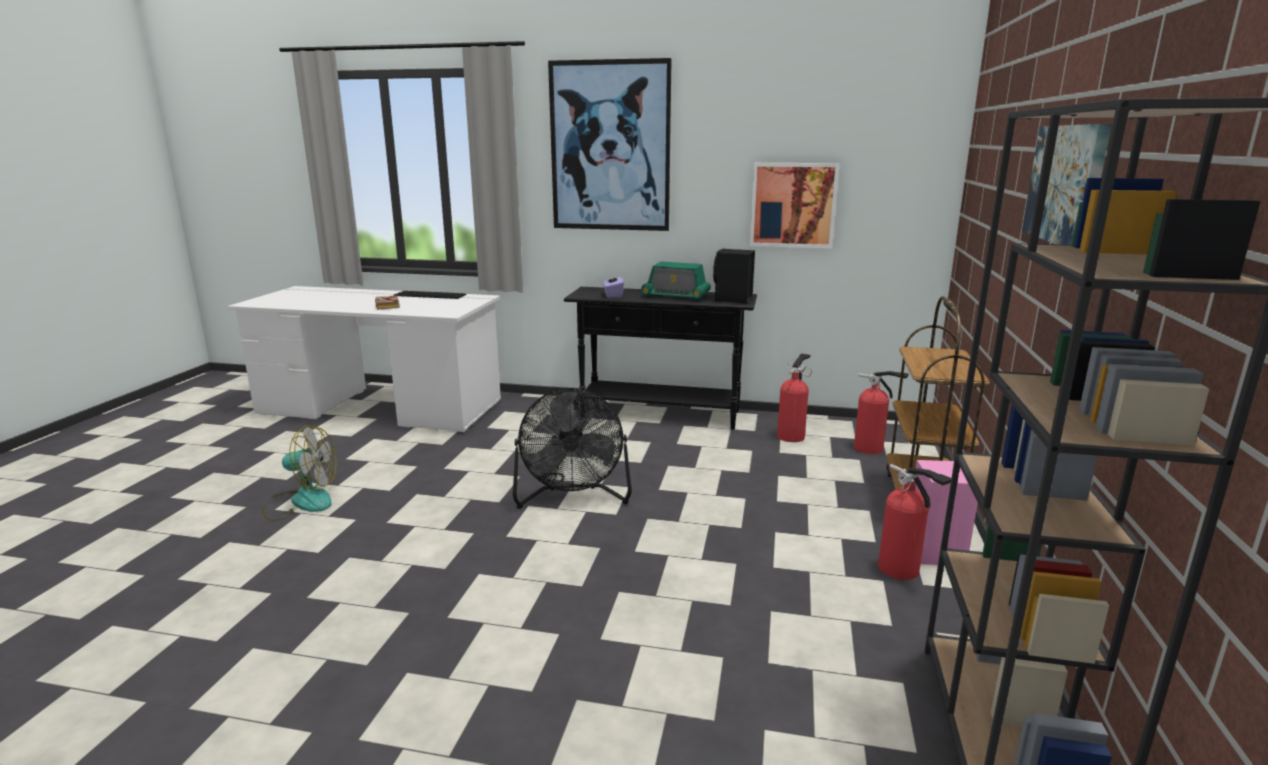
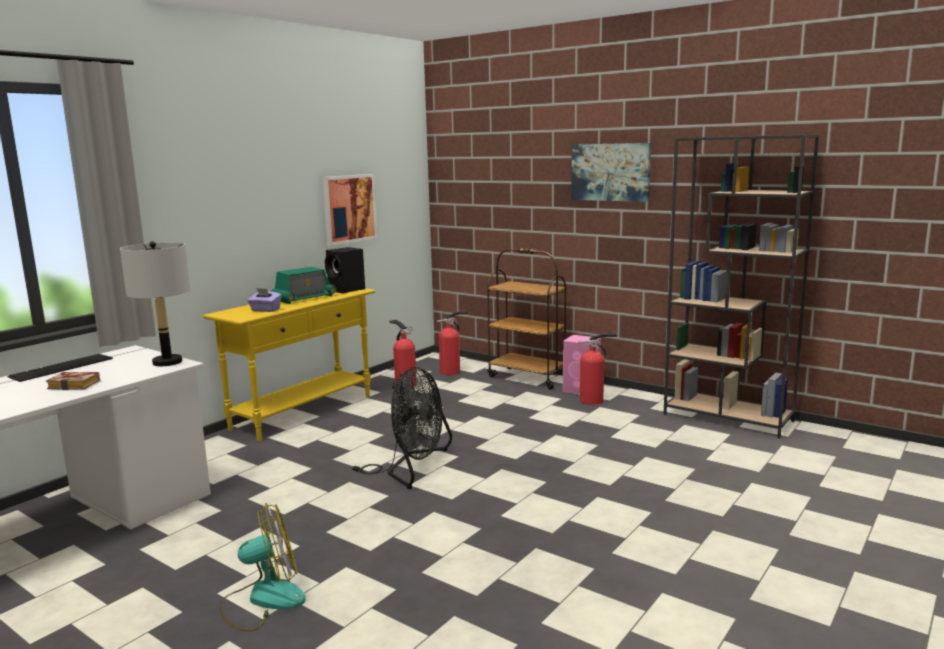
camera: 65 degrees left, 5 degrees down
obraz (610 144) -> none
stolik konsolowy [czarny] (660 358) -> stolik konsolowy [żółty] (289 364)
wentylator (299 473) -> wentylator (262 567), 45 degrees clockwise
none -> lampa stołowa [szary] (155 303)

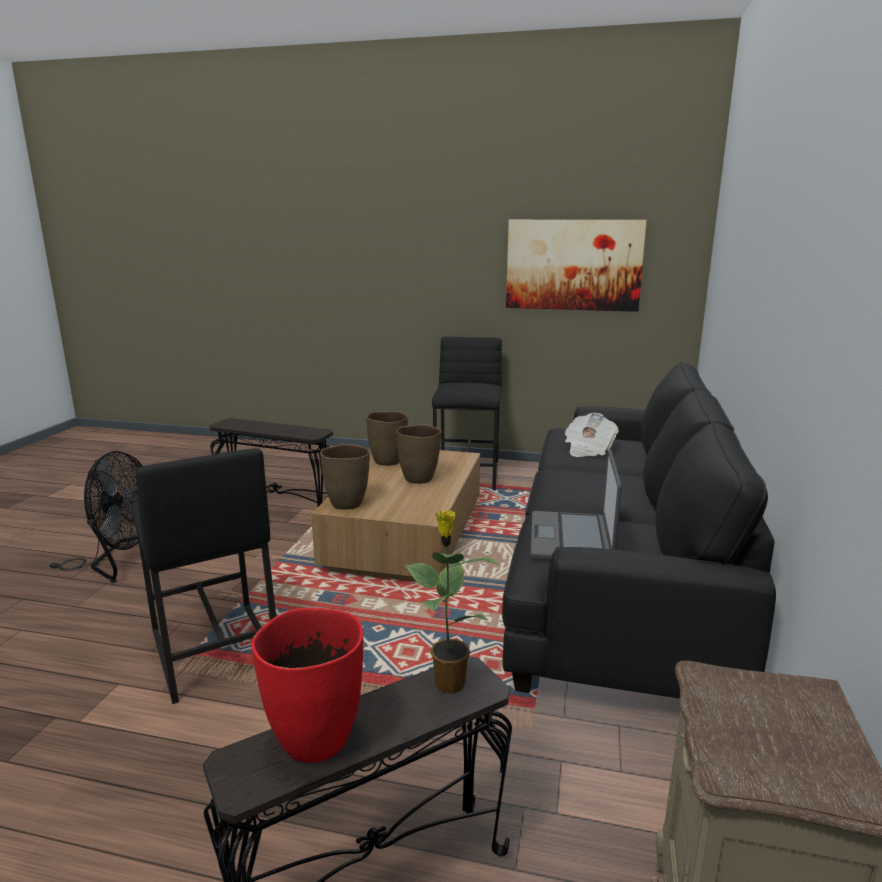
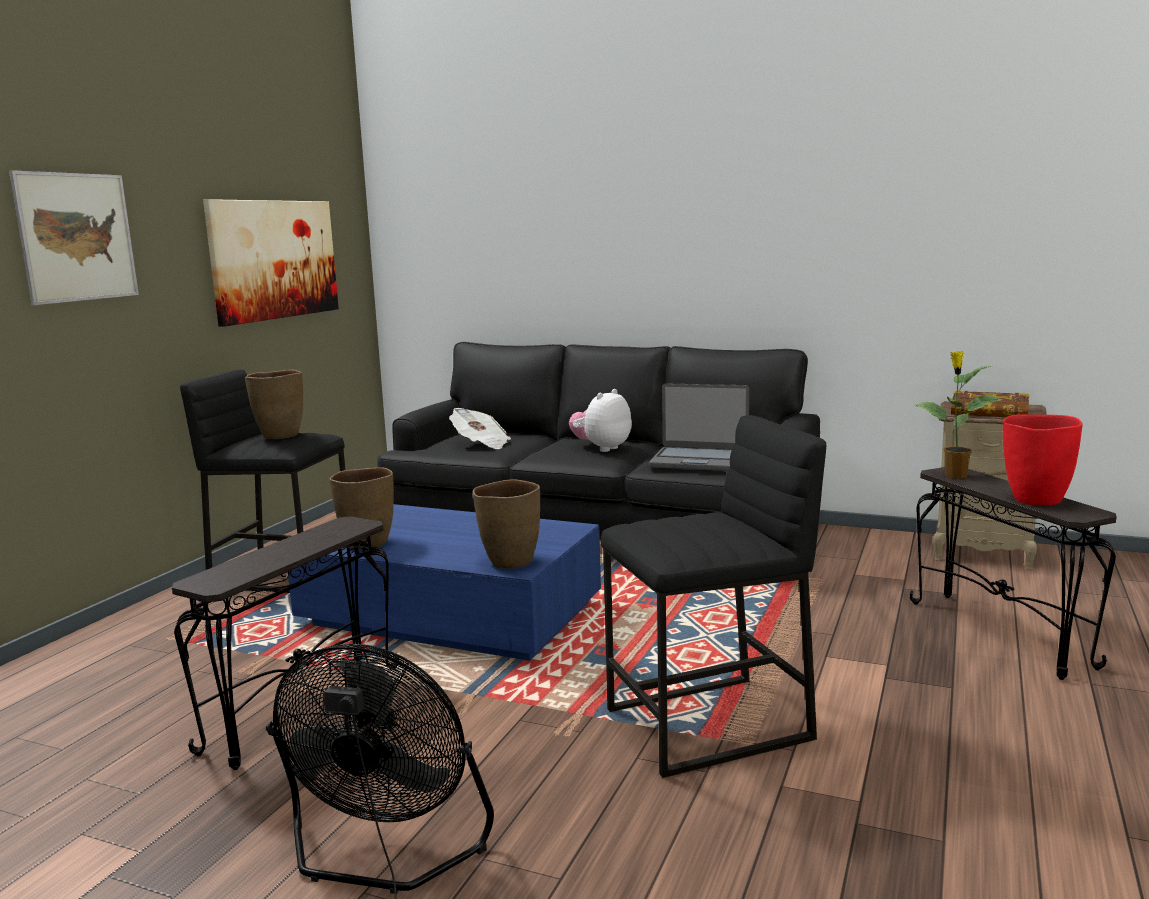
camera: 80 degrees left, 5 degrees down
wazon [brązowy] (419 454) -> wazon [brązowy] (274 404), move
ława [brązowy] (395 516) -> ława [niebieski] (444 582)
none -> obraz (74 237)
none -> pluszak (600 420)
none -> książka (990 404)

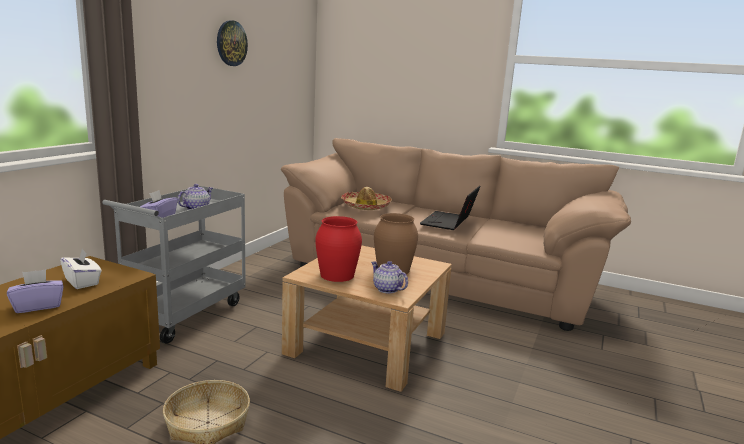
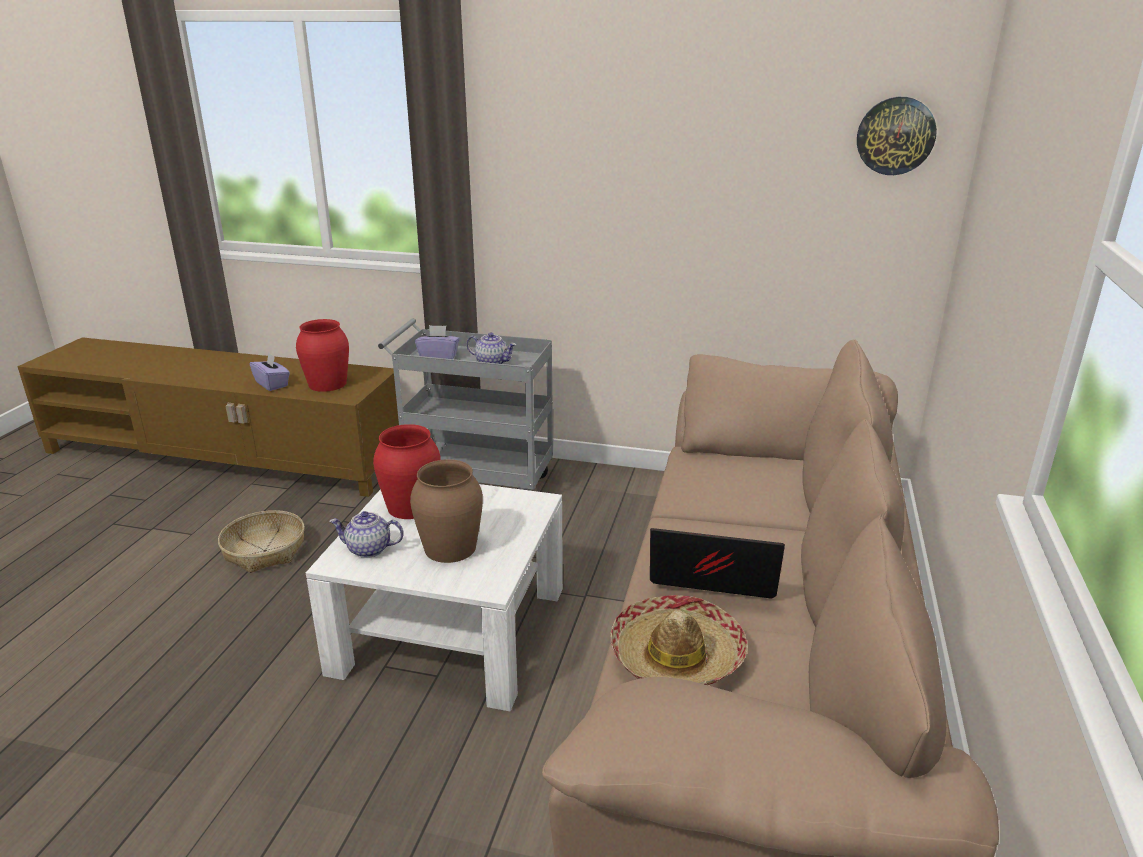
camera: 80 degrees right, 10 degrees up
zegar ścienny (232 43) -> zegar ścienny (897 136), move
kapelusz (366 198) -> kapelusz (679 640), move
ława [brązowy] (367 318) -> ława [biały] (434 597)
pudełko chusteczek [biały] (81 269) -> wazon [czerwony] (322 355)
imbryk (389 277) -> imbryk (367 534), 120 degrees counterclockwise

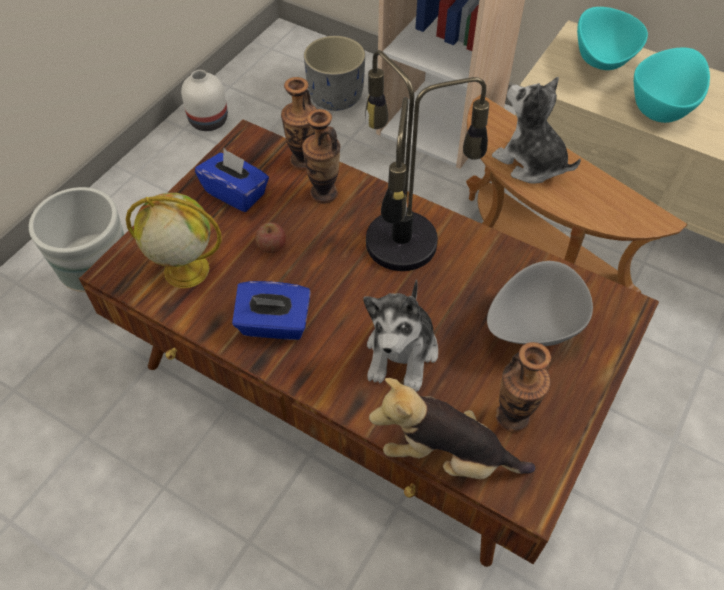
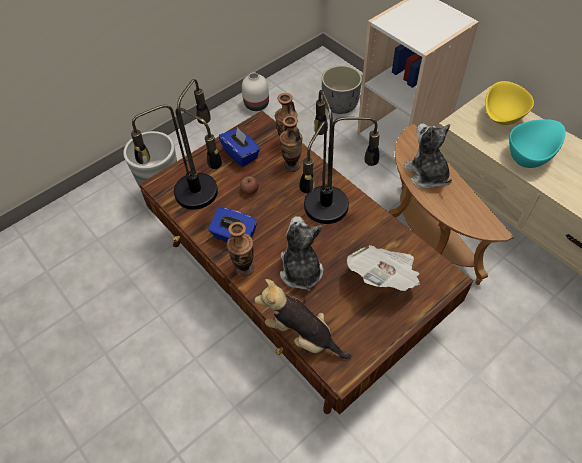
camera: 20 degrees right, 0 degrees up
miska [turkusowy] (612 38) -> miska [żółty] (509 103)
globus (173 240) -> lampa stołowa (176 144)
miska [szary] (540 303) -> gazeta (383 268)
pluszak (400 335) -> pluszak (301 253), 135 degrees clockwise
wazon (523 387) -> wazon (240 249), move

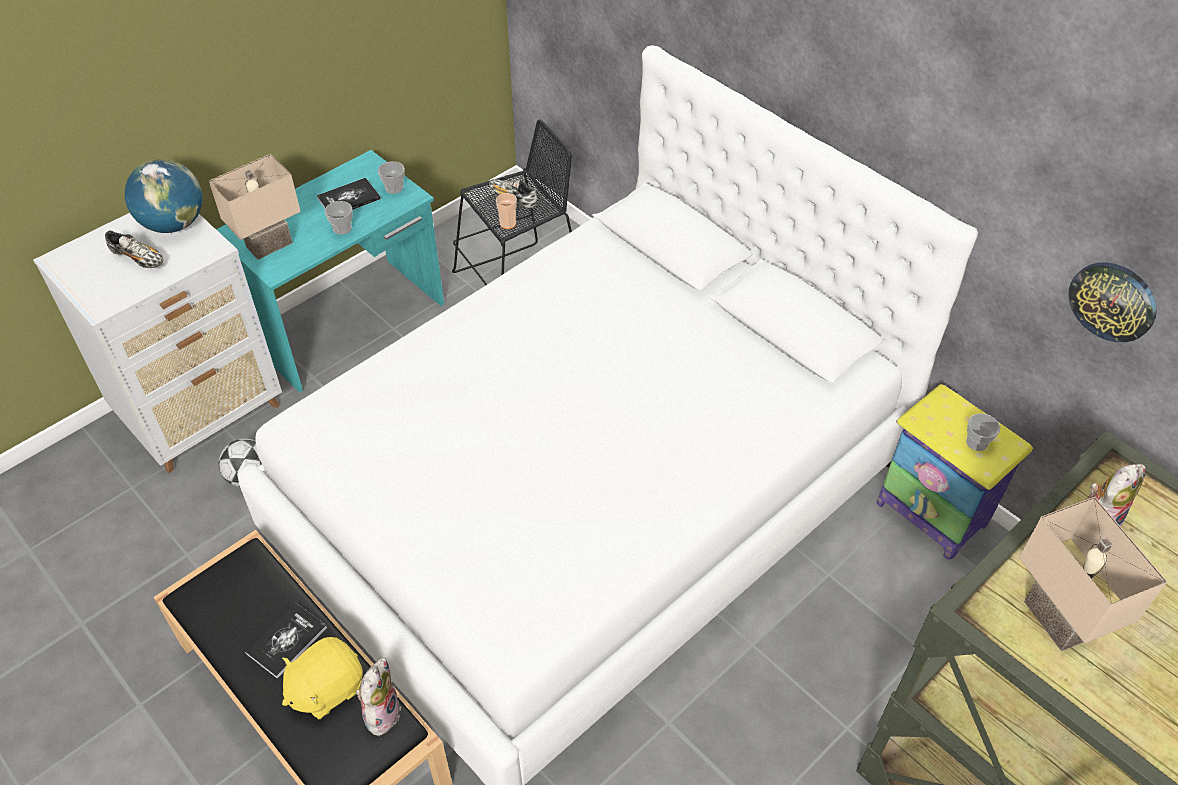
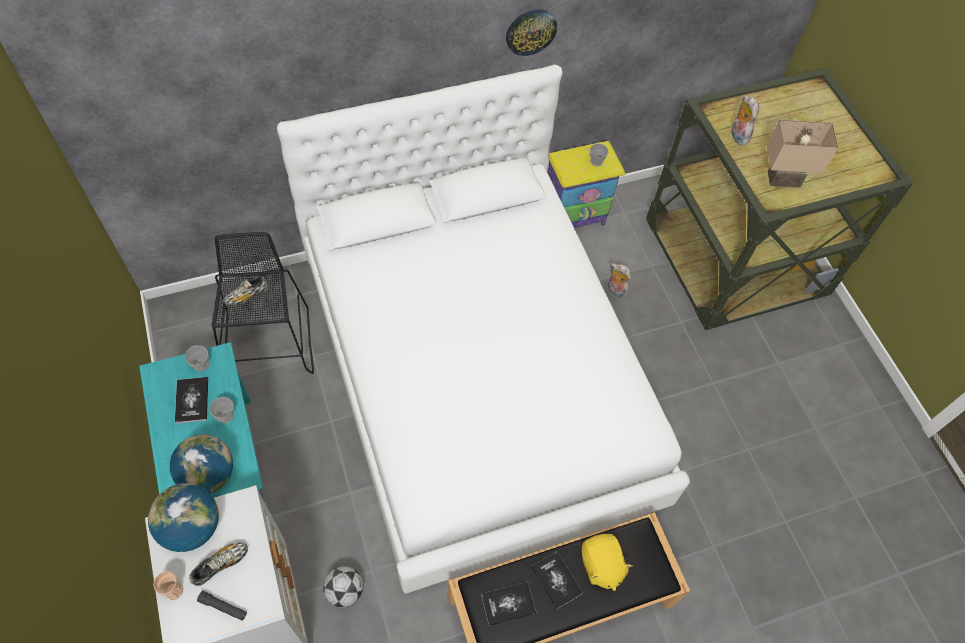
camera: 70 degrees left, 10 degrees up
lampa stołowa [beżowy] (255 207) -> globus (201 464)
filiżanka (506 211) -> filiżanka (168 585), move
zegar ścienny (1112 302) -> zegar ścienny (531 32), move
pluszak (378 697) -> pluszak (619 280), move
none -> książka (508 604)
none -> latarka [czarny] (222 606)

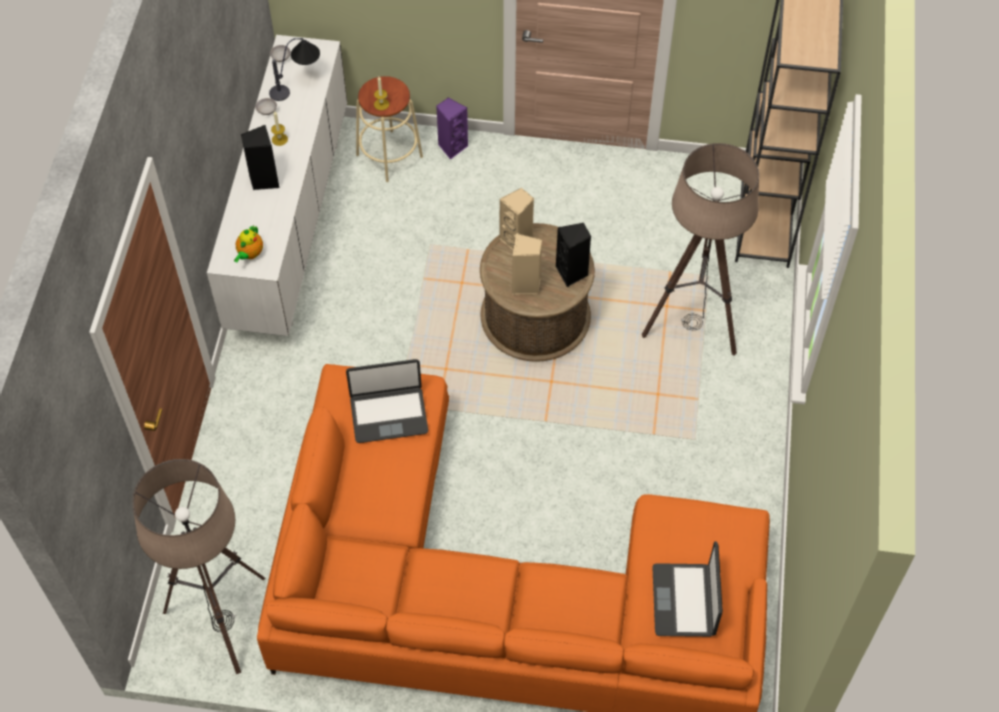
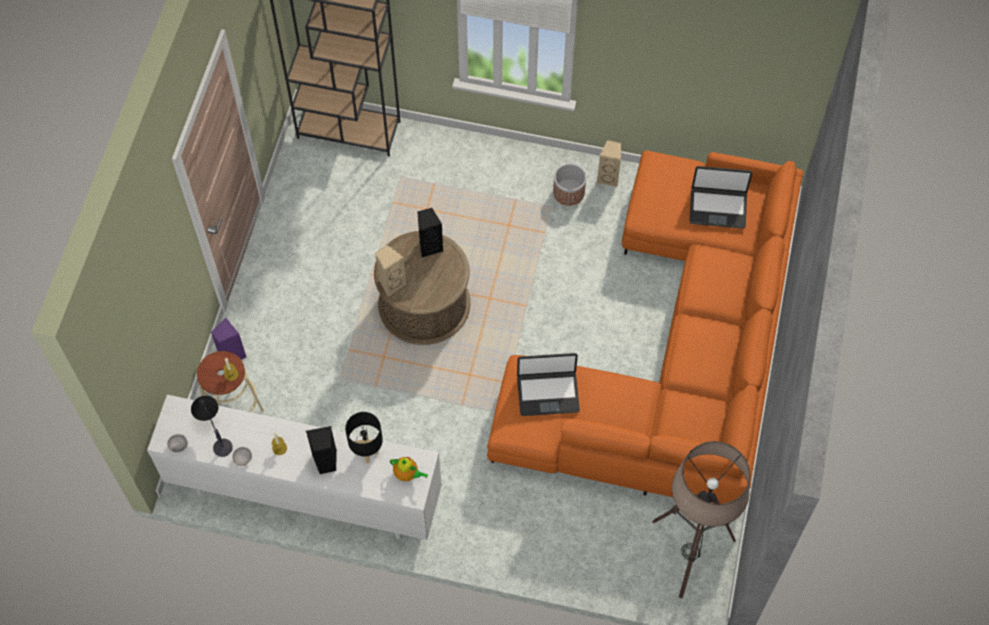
camera: 85 degrees left, 5 degrees up
lampa stojąca (700 249) -> none
głośnik [beżowy] (527 264) -> głośnik [beżowy] (609 163), move
laptop (387 401) -> laptop (548 384), 90 degrees clockwise
none -> donica (569 185)
none -> lampa stołowa [czarny] (364 437)

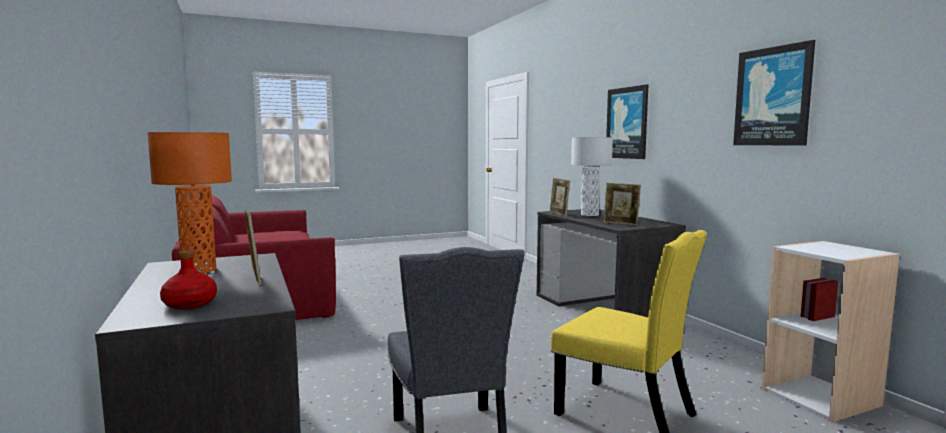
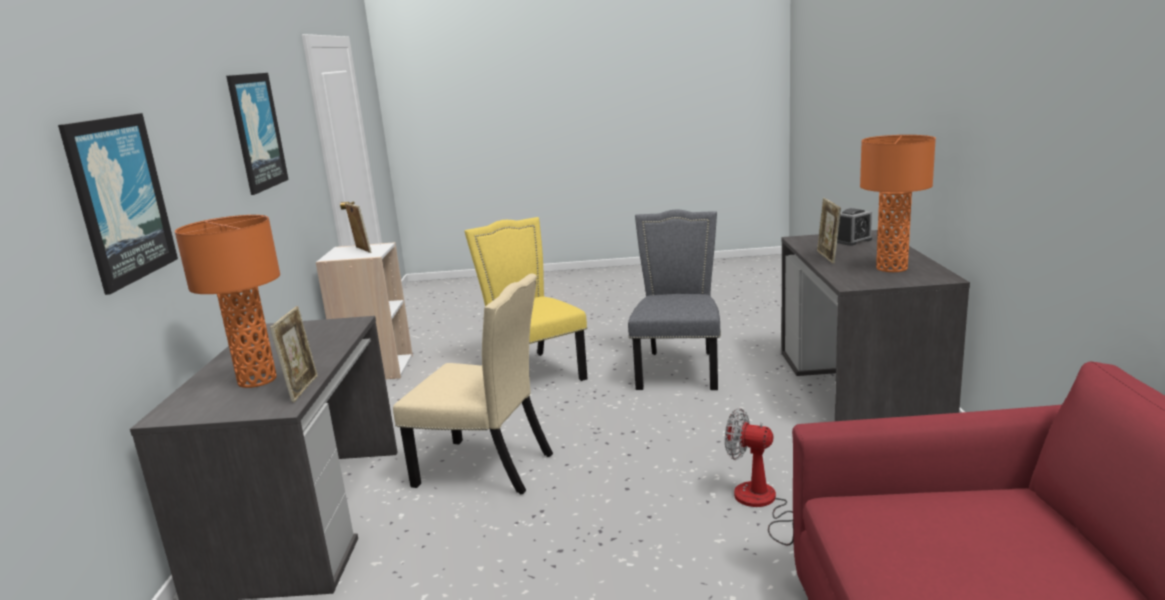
camera: 155 degrees left, 10 degrees up
lampa stołowa [biały] (592 176) -> lampa stołowa [pomarańczowy] (227 301)
ramka na zdjęcie (622 204) -> ramka na zdjęcie (358 228), move
butelka [czerwony] (188 279) -> budzik (854 227)
none -> krzesło [beżowy] (473 384)
none -> wentylator (759 476)

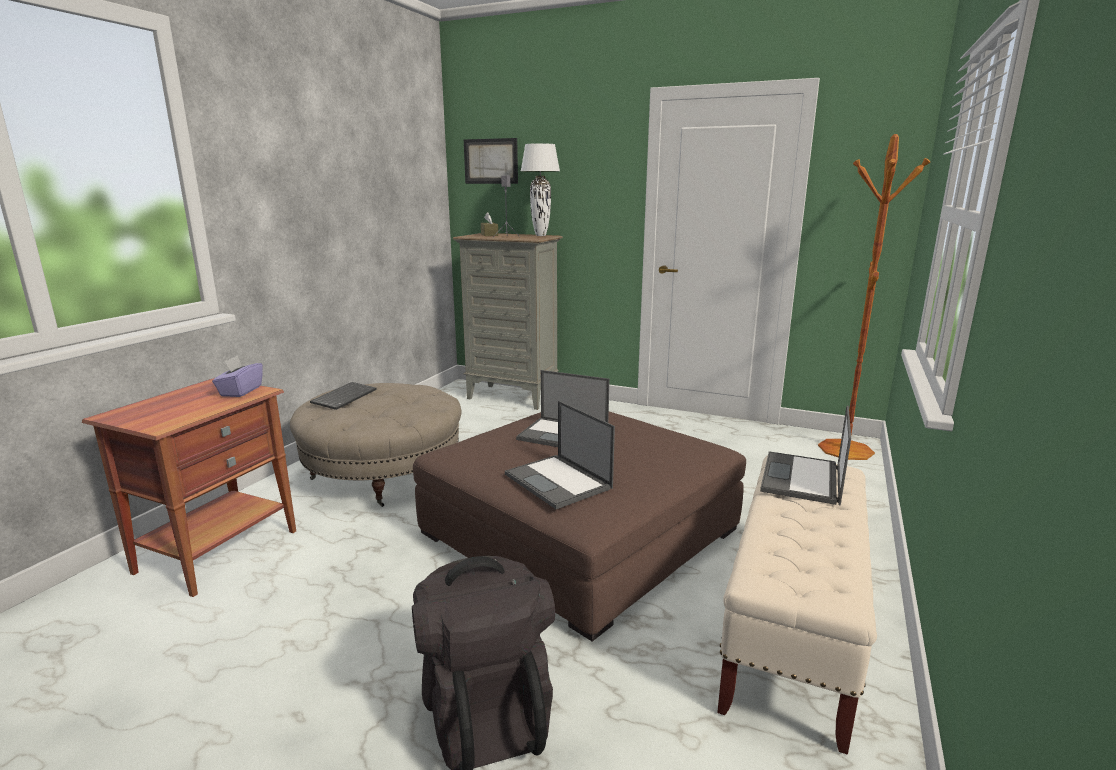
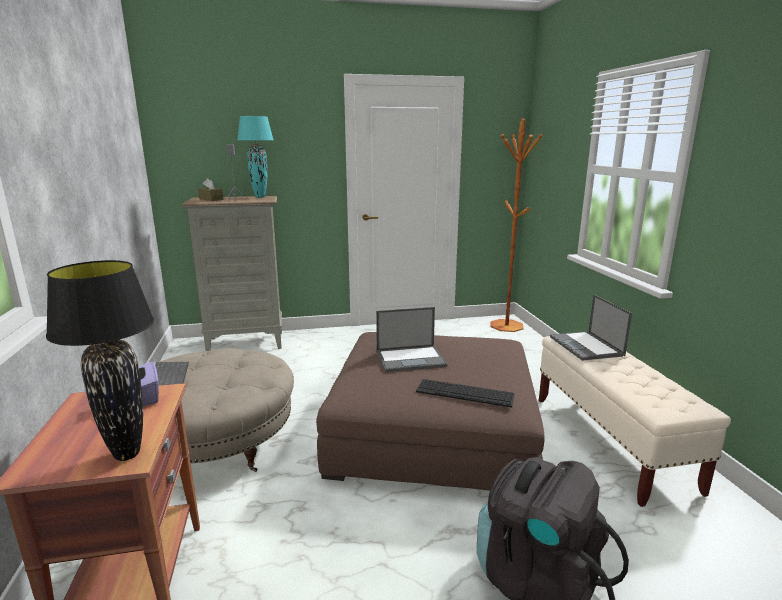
camera: 35 degrees left, 0 degrees up
obraz (491 161) -> none
lampa stołowa [biały] (540 189) -> lampa stołowa [turkusowy] (255 157)
laptop (560 455) -> klawiatura (465 393)
none -> lampa stołowa [czarny] (100 360)

